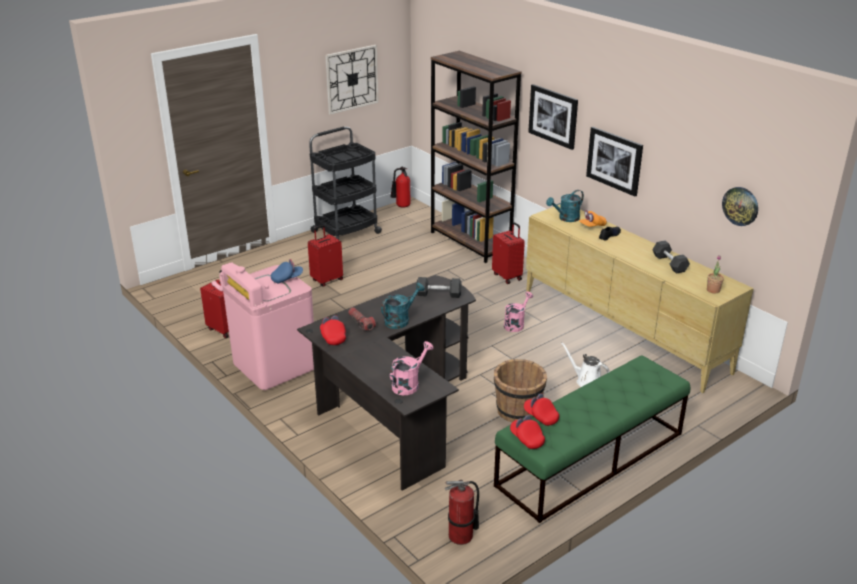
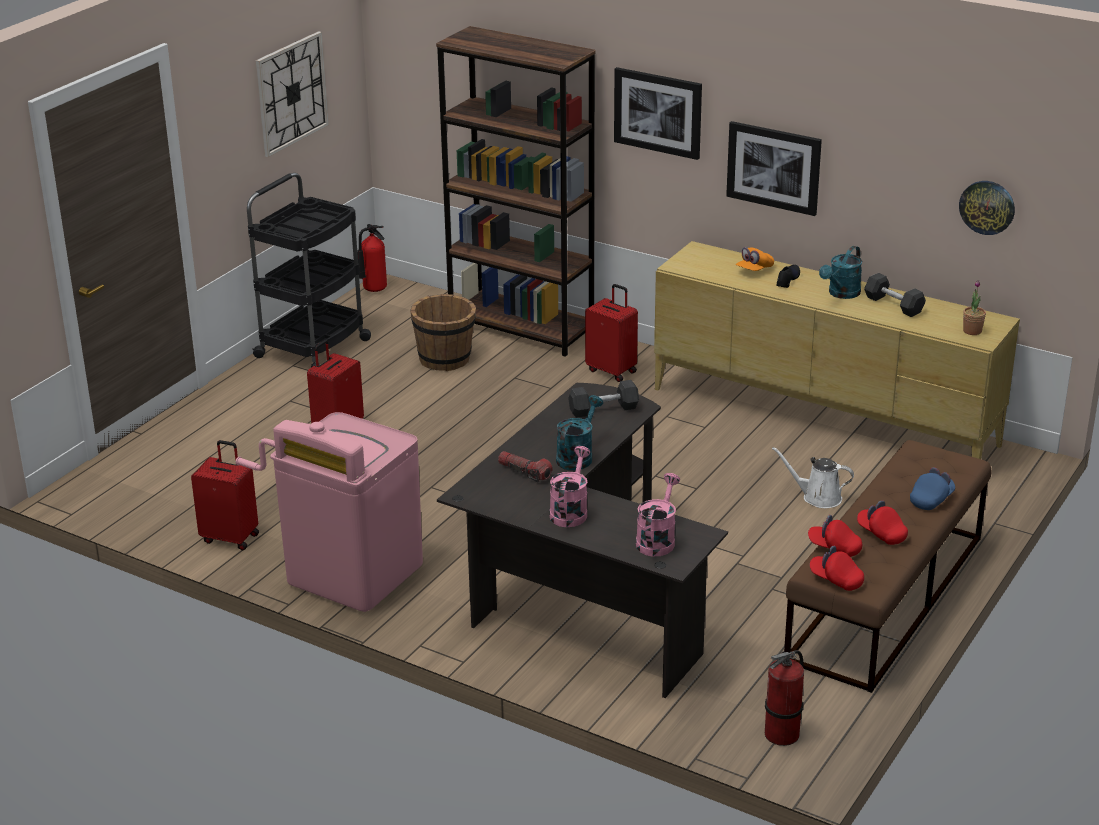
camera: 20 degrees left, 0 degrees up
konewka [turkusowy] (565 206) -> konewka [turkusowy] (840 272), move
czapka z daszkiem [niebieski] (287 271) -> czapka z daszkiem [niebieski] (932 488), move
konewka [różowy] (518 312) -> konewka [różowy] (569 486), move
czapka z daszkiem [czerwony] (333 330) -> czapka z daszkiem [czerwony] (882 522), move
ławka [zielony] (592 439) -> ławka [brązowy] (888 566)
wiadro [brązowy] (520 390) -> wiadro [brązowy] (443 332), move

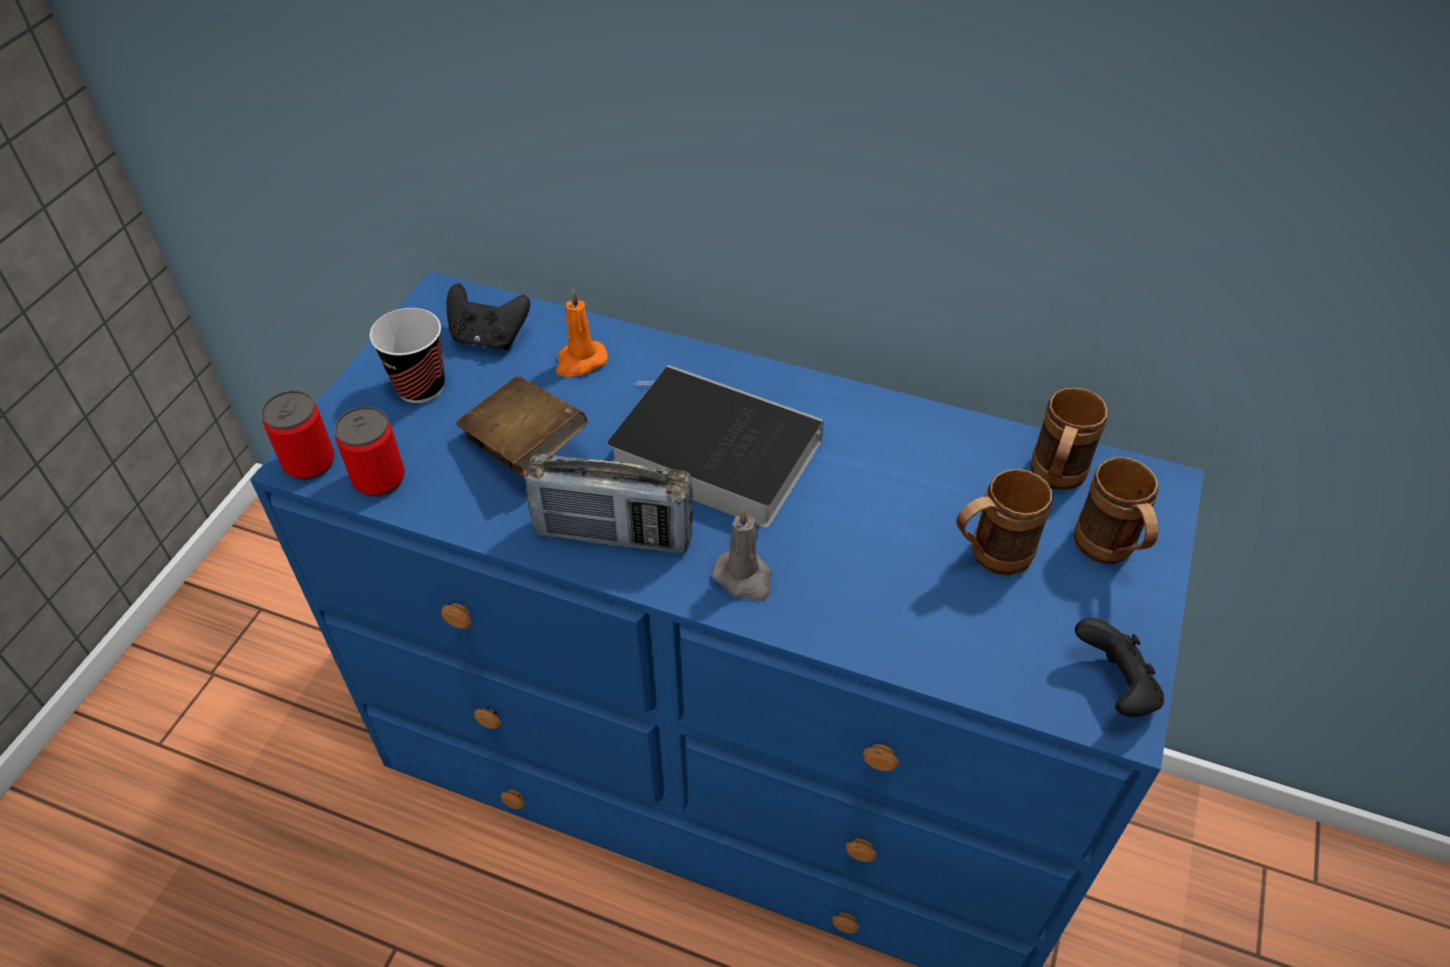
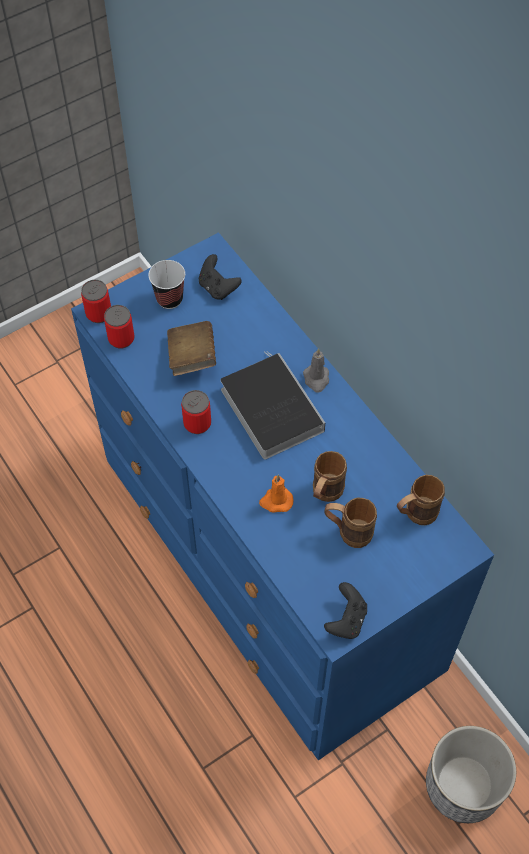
camera: 35 degrees right, 10 degrees up
świeca [pomarańczowy] (581 333) -> świeca [pomarańczowy] (276 494), move
radio (609 503) -> puszka (196 412)
kubek [brązowy] (1116 510) -> kubek [brązowy] (330 476), move
świeca [szary] (742 554) -> świeca [szary] (316 370), move
none -> donica (471 774)

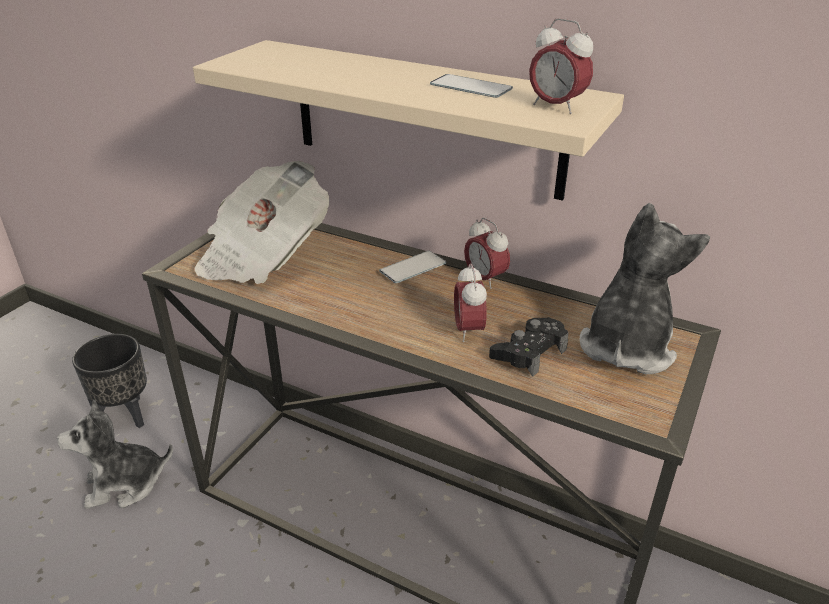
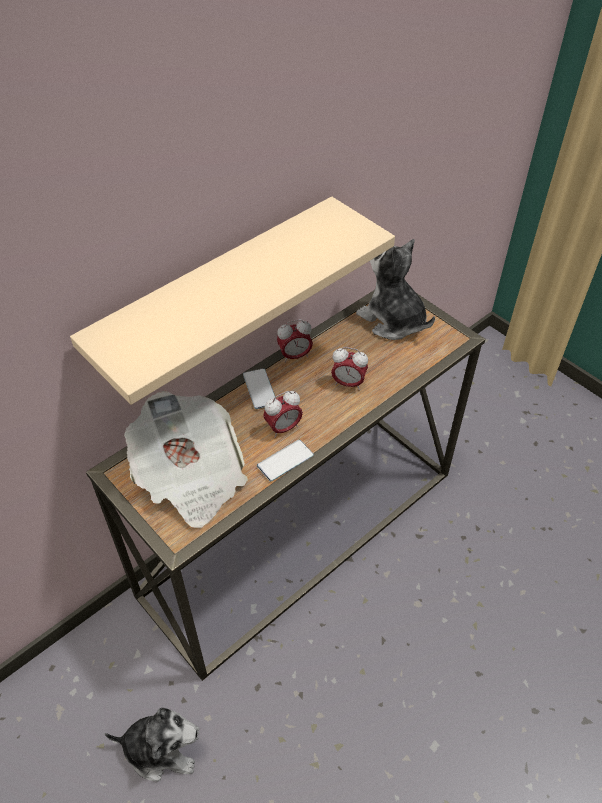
camera: 70 degrees left, 15 degrees up
budzik (561 66) -> budzik (283 414), move
telefon (471 86) -> telefon (285 460), move
pad do gier [czarny] (529 347) -> none
donica [czarny] (109 381) -> none
pluszak (115 454) -> pluszak (152 745), 90 degrees counterclockwise

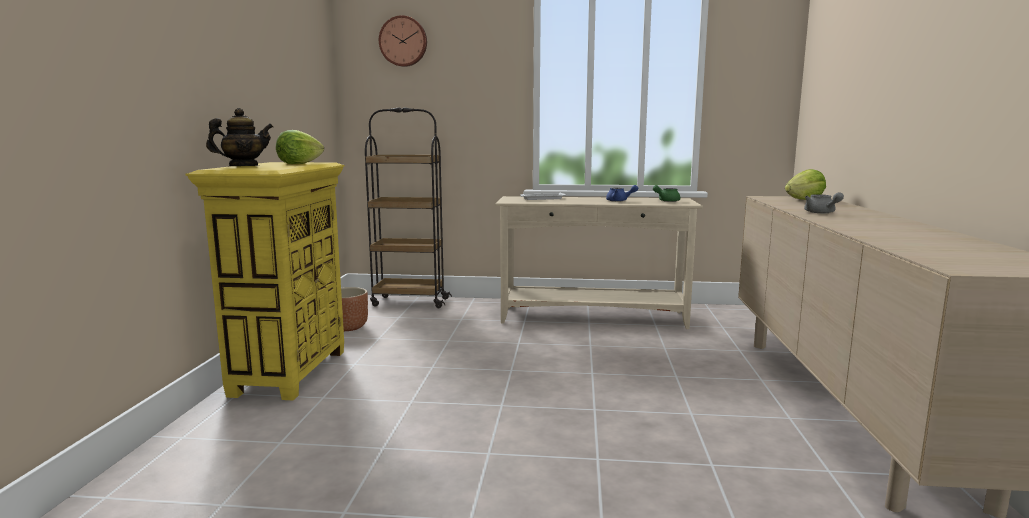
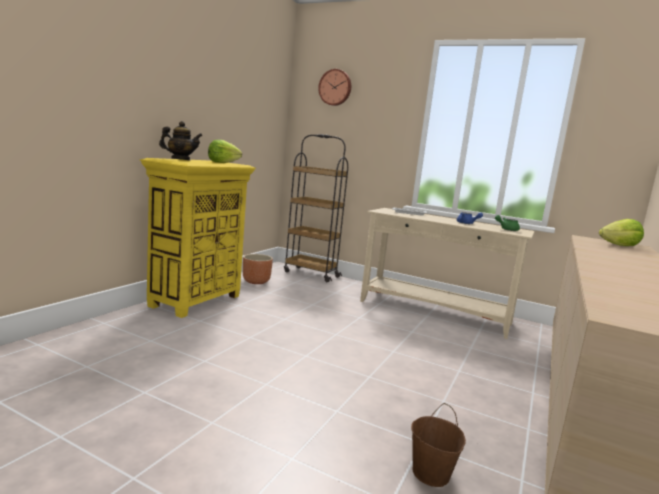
camera: 20 degrees right, 0 degrees up
imbryk [szary] (824 202) -> none
none -> wiadro [brązowy] (438 445)

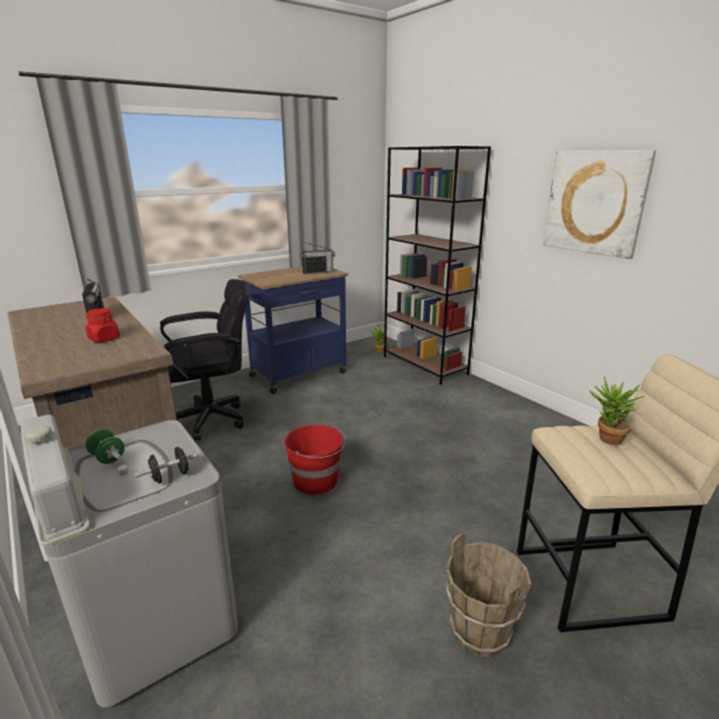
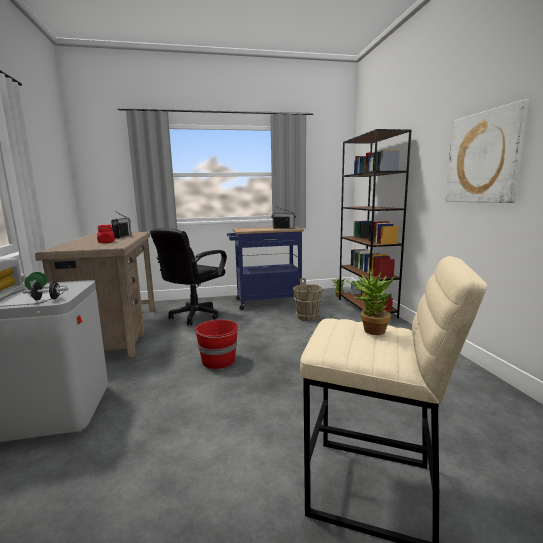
camera: 25 degrees right, 10 degrees down
krzesło biurowe [czarny] (204 360) -> krzesło biurowe [czarny] (188 277), 120 degrees clockwise
wiadro [brązowy] (488 595) -> wiadro [brązowy] (308 299), move

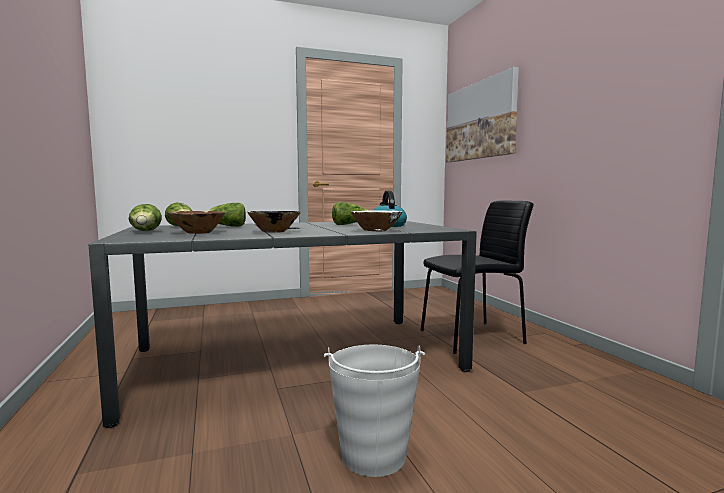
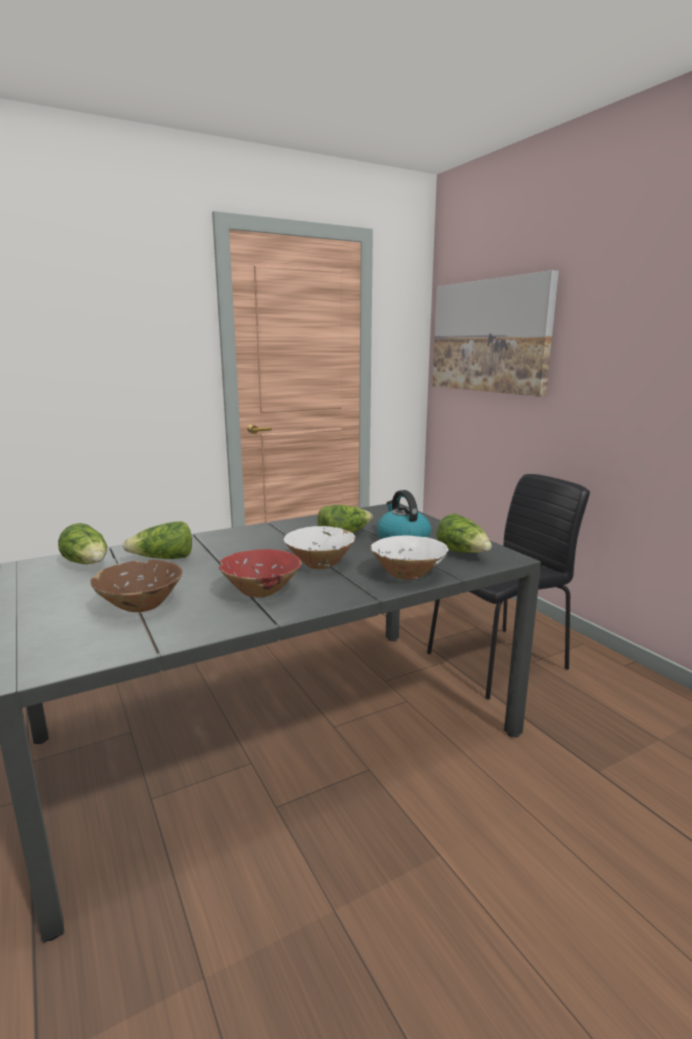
camera: 10 degrees left, 10 degrees up
sałata (145 217) -> sałata (464 533), move
miska [czarny] (274 222) -> miska [czerwony] (260 573)
wiadro [biały] (374 411) -> none
none -> miska [biały] (319 547)

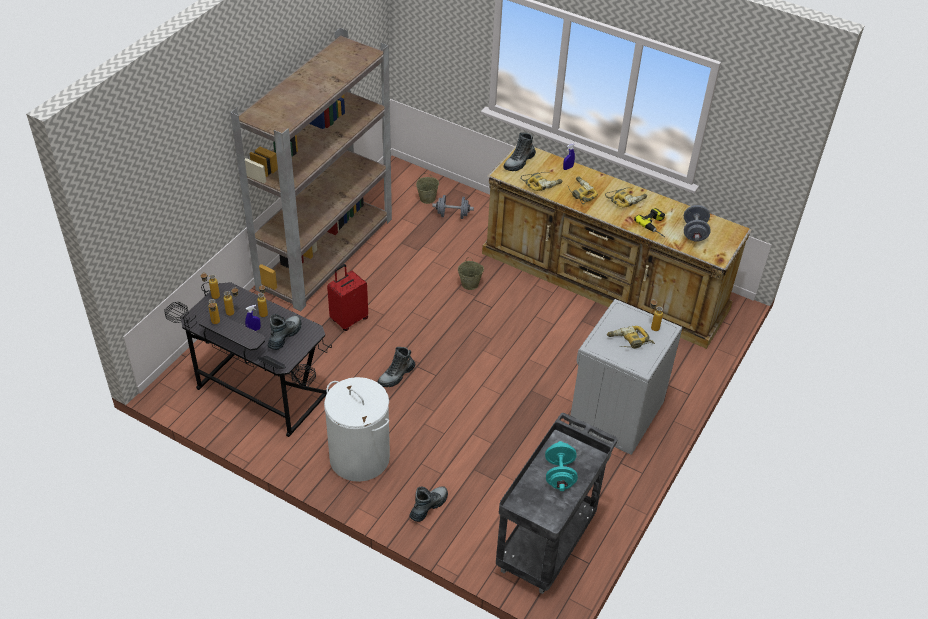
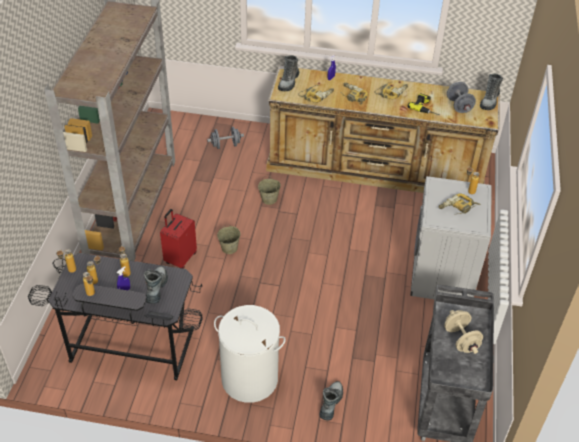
camera: 20 degrees left, 0 degrees up
wiadro [beżowy] (427 188) -> wiadro [beżowy] (228 239), move
but z cholewką (396 367) -> but z cholewką (491 92), move
hantel [turkusowy] (561 466) -> hantel [beżowy] (463 332)

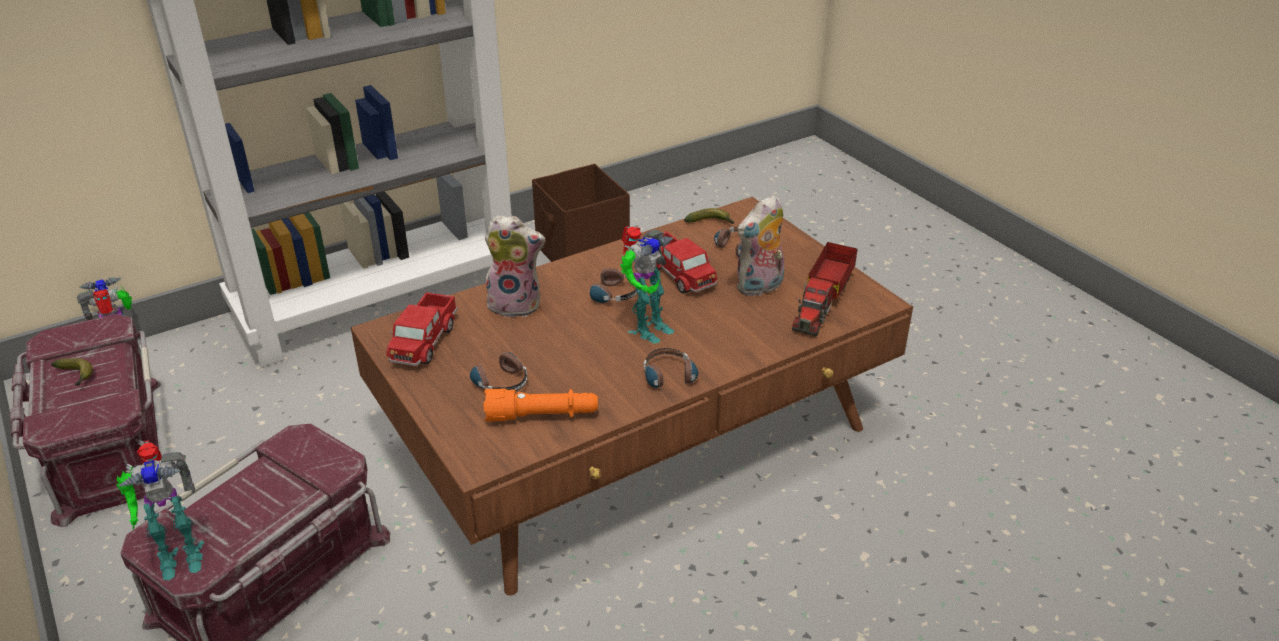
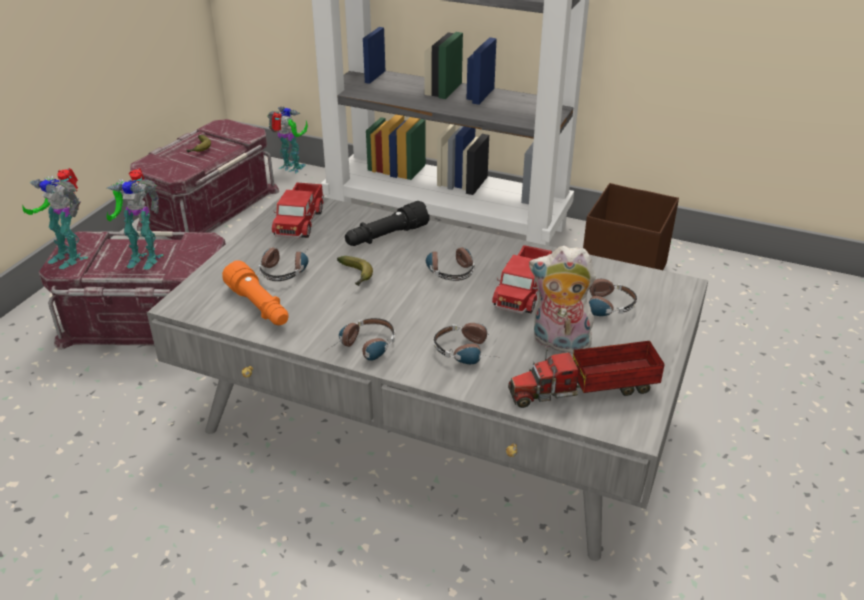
camera: 55 degrees right, 0 degrees up
ława [brązowy] (632 396) -> ława [szary] (427 378)
banan (709 216) -> banan (355 271), move
pluszak (515 266) -> latarka [czarny] (387 223)
robot zabawkowy (647 285) -> robot zabawkowy (135 219), move
ciężarówka zabawkowa (422 329) -> ciężarówka zabawkowa (298 210), 60 degrees counterclockwise
none -> słuchawki (468 343)

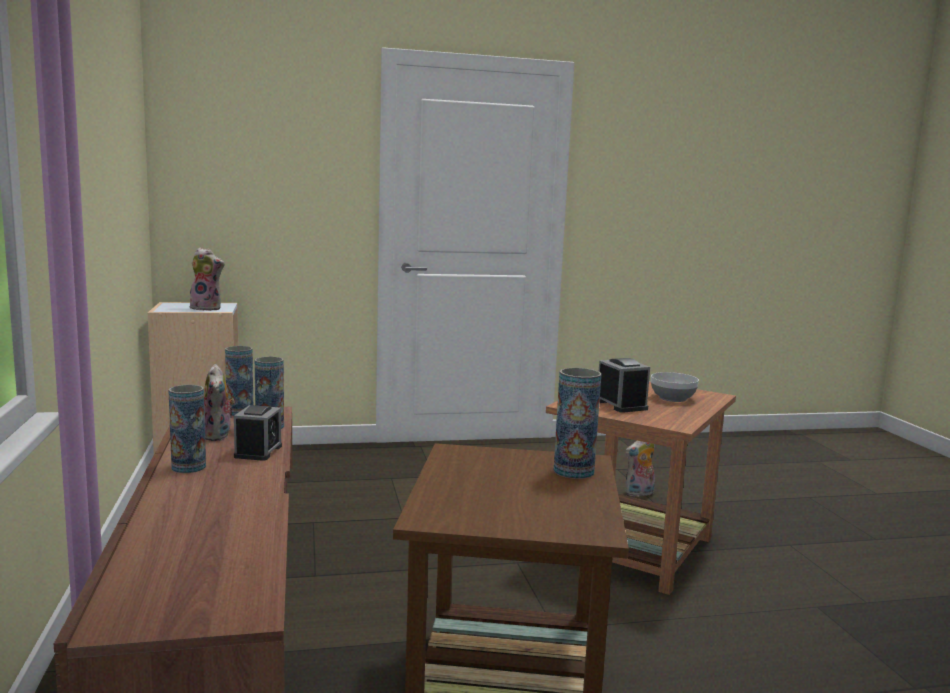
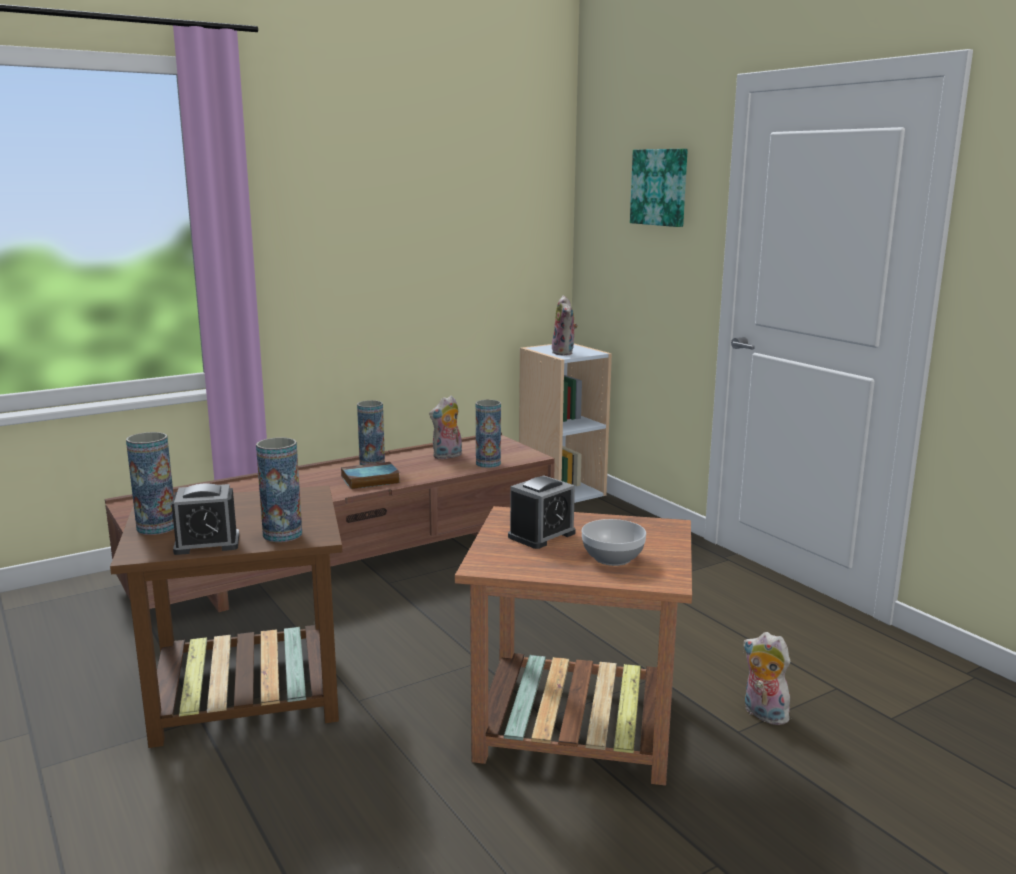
camera: 70 degrees right, 5 degrees up
wazon (239 381) -> wazon (150 483), move
budzik (258 433) -> budzik (205 519), move
none -> obraz (659 188)
none -> książka (370 475)

